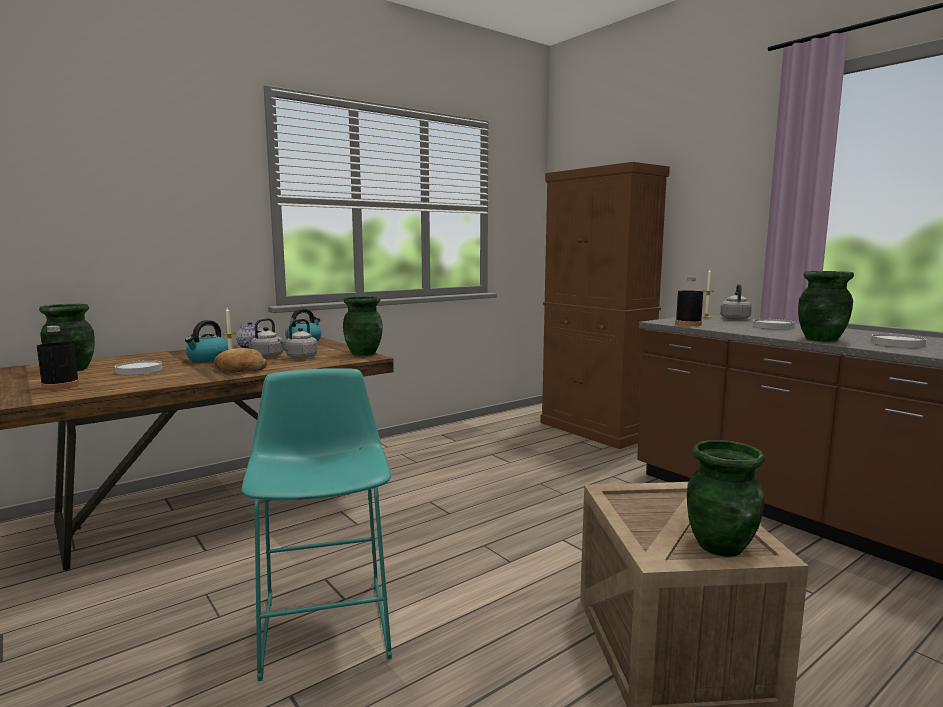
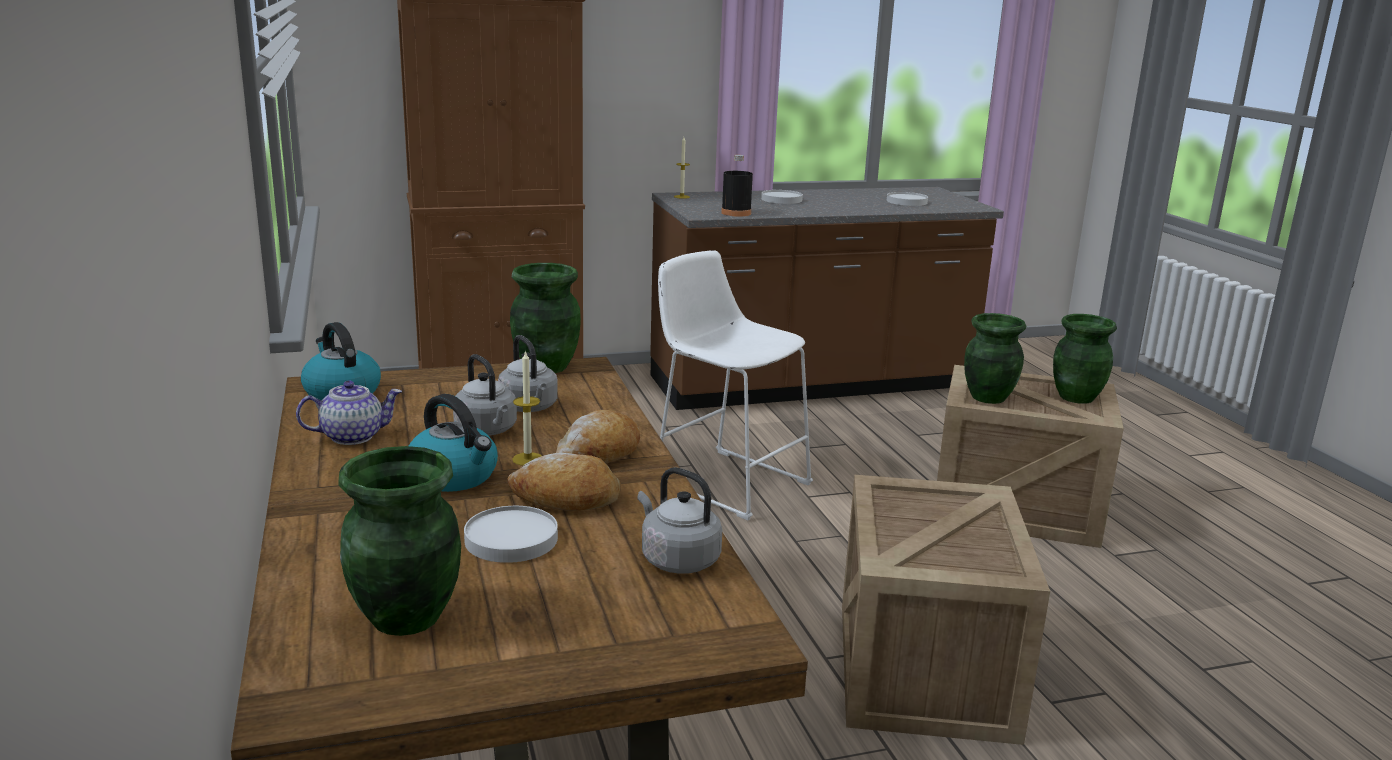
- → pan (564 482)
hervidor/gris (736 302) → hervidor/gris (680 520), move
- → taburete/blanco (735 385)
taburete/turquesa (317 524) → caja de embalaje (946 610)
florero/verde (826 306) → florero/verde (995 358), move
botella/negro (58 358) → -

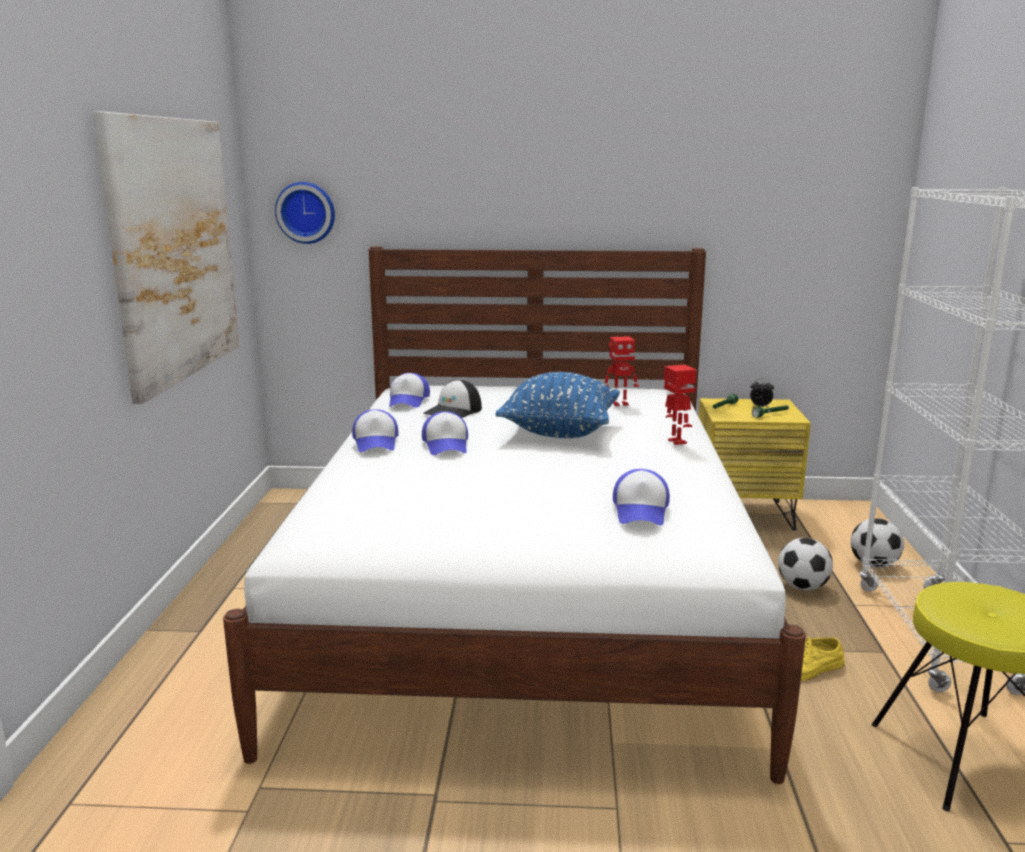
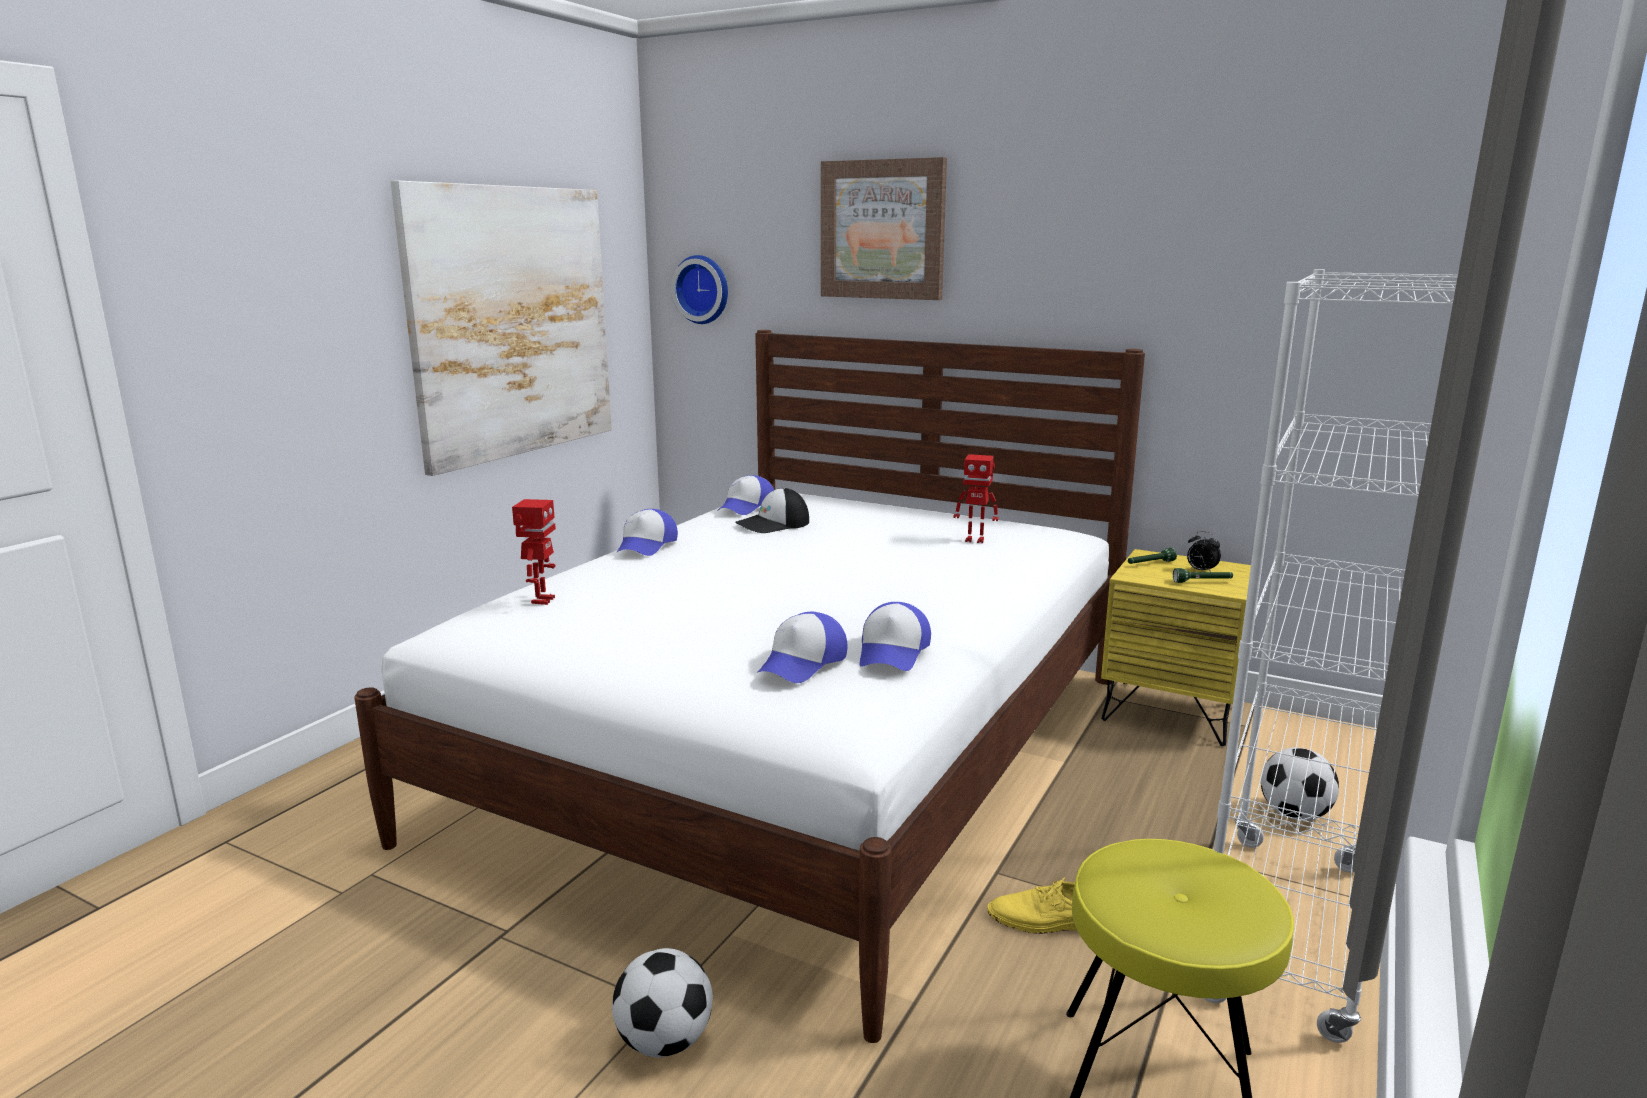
robot de juguete (680 405) → robot de juguete (534 552), move
balón de fútbol (805 564) → balón de fútbol (662 1002), move
- → cuadro (884 228)
gorra (445 433) → gorra (895 636), move
cojín/azul (557 405) → -

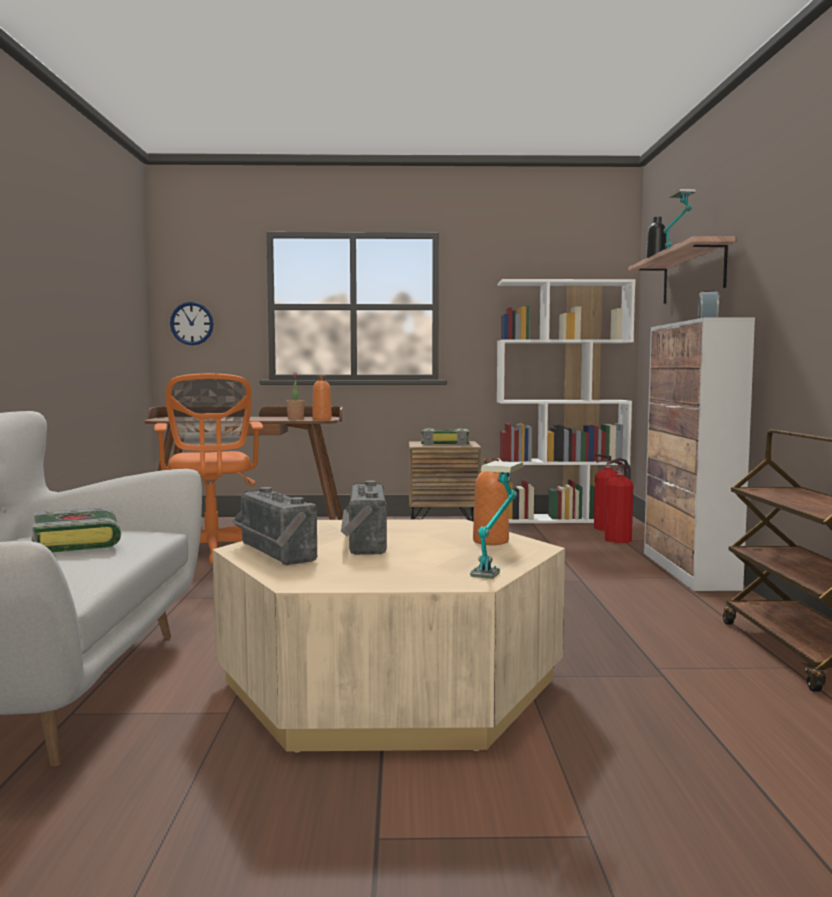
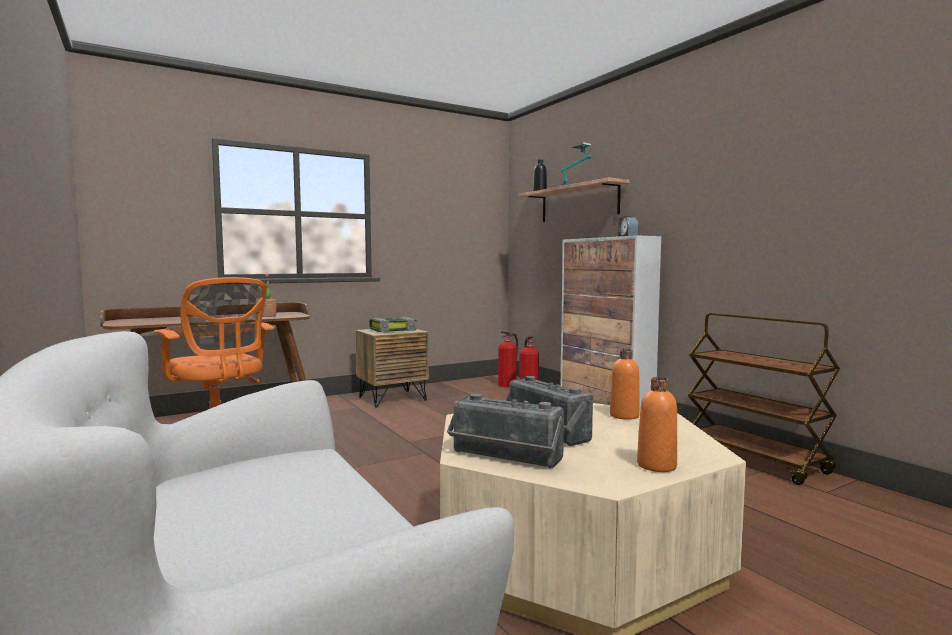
botella/naranja (322 397) → botella/naranja (657 424), move
libro (76 530) → -
reloj de pared (192 323) → -
lámpara de mesa (496 520) → -
estantería/blanco (566 401) → -

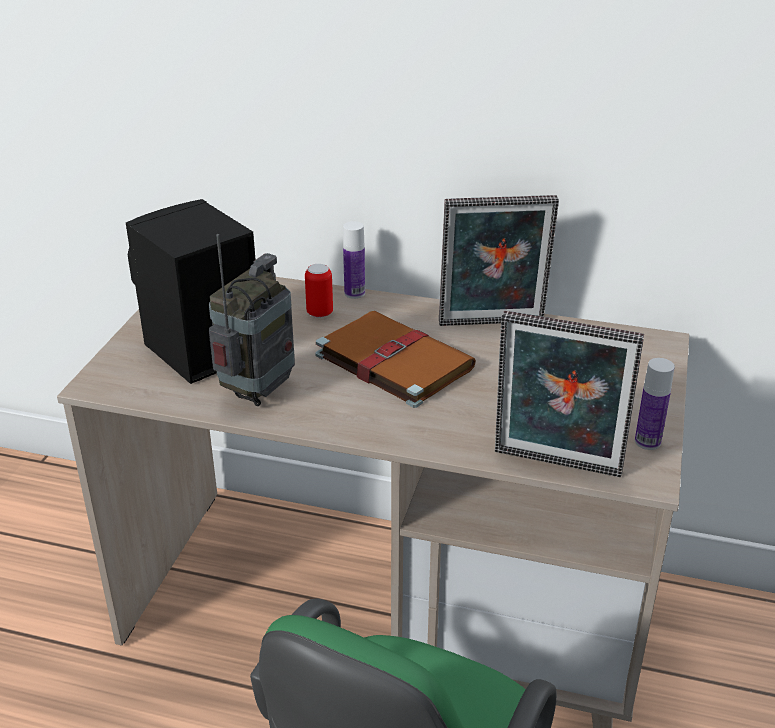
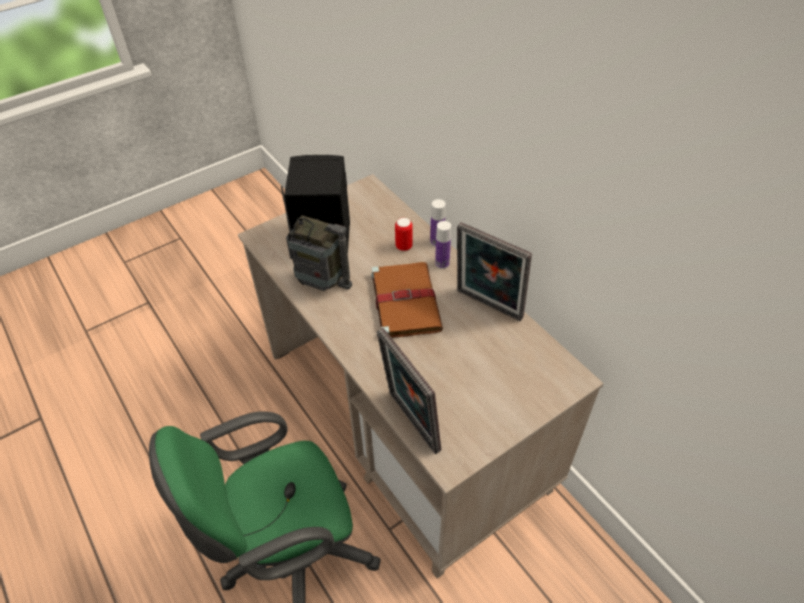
radio (252 320) → radio (316 238), 45 degrees clockwise
botella (655 404) → botella (443 245), move

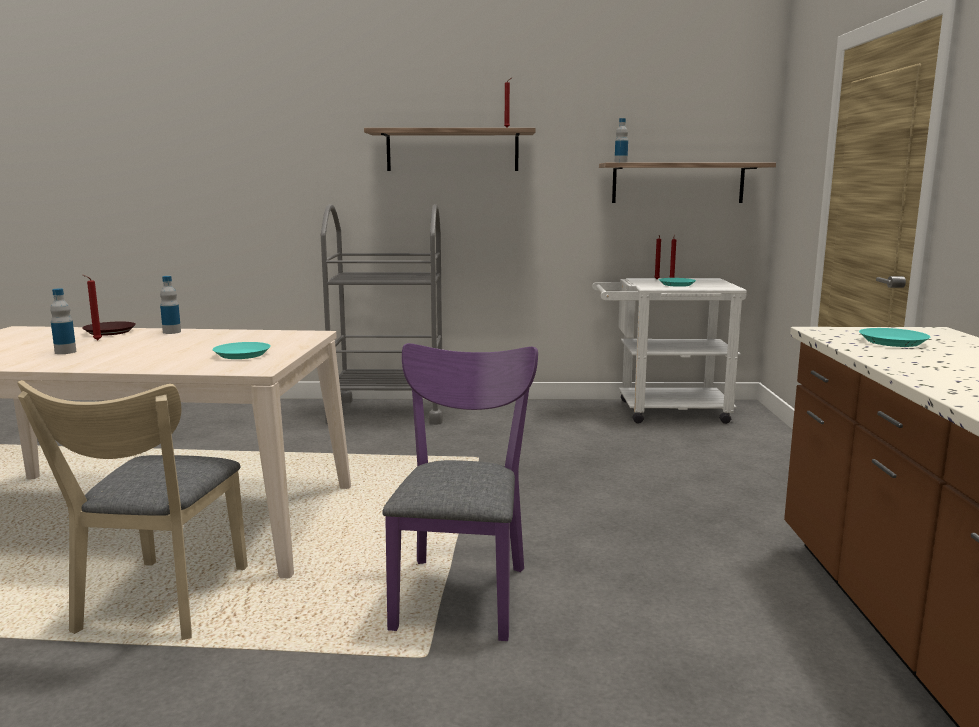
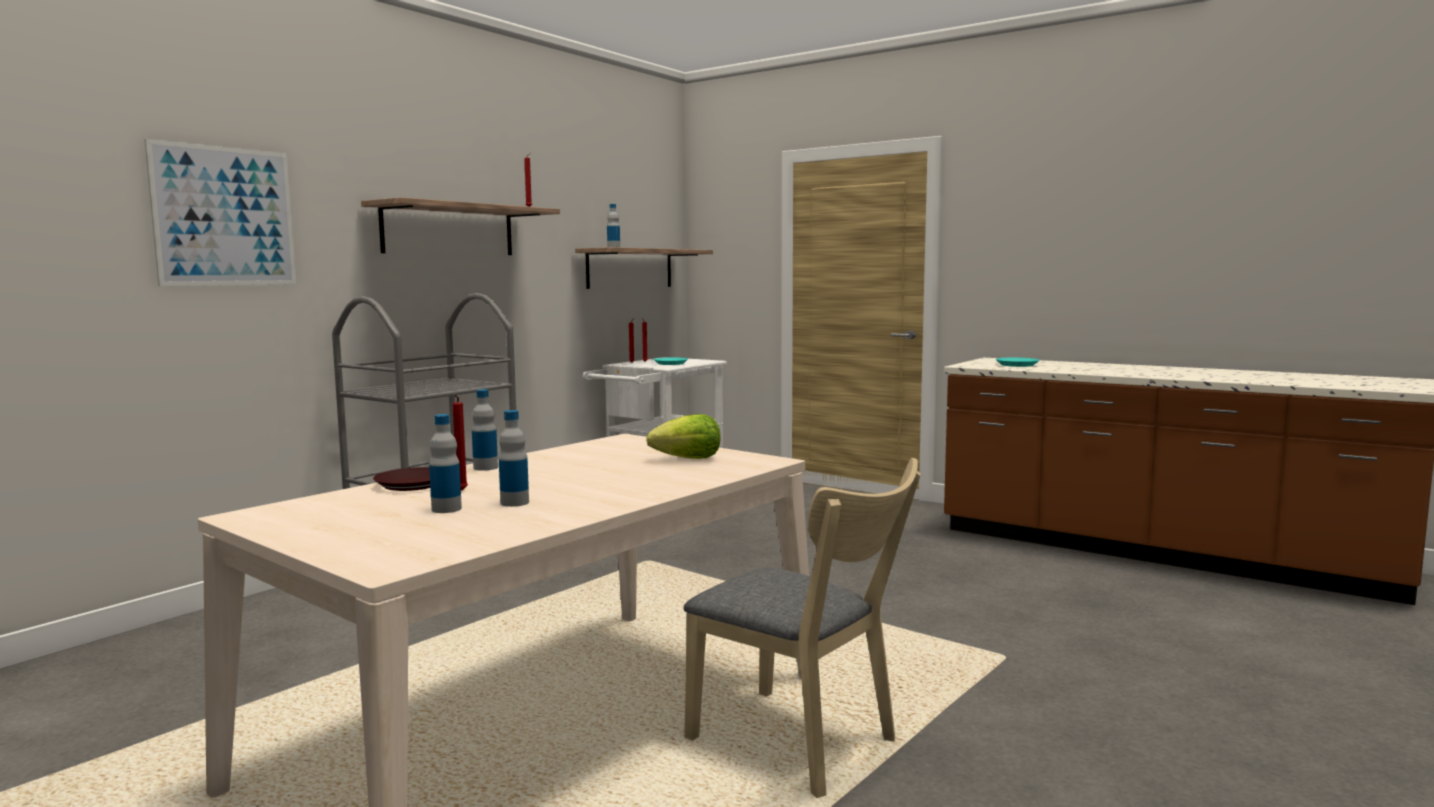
- → cuadro (220 212)
- → botella (445 463)
plato/turquesa (241 350) → lechuga (683 436)
silla/morado (460 492) → -

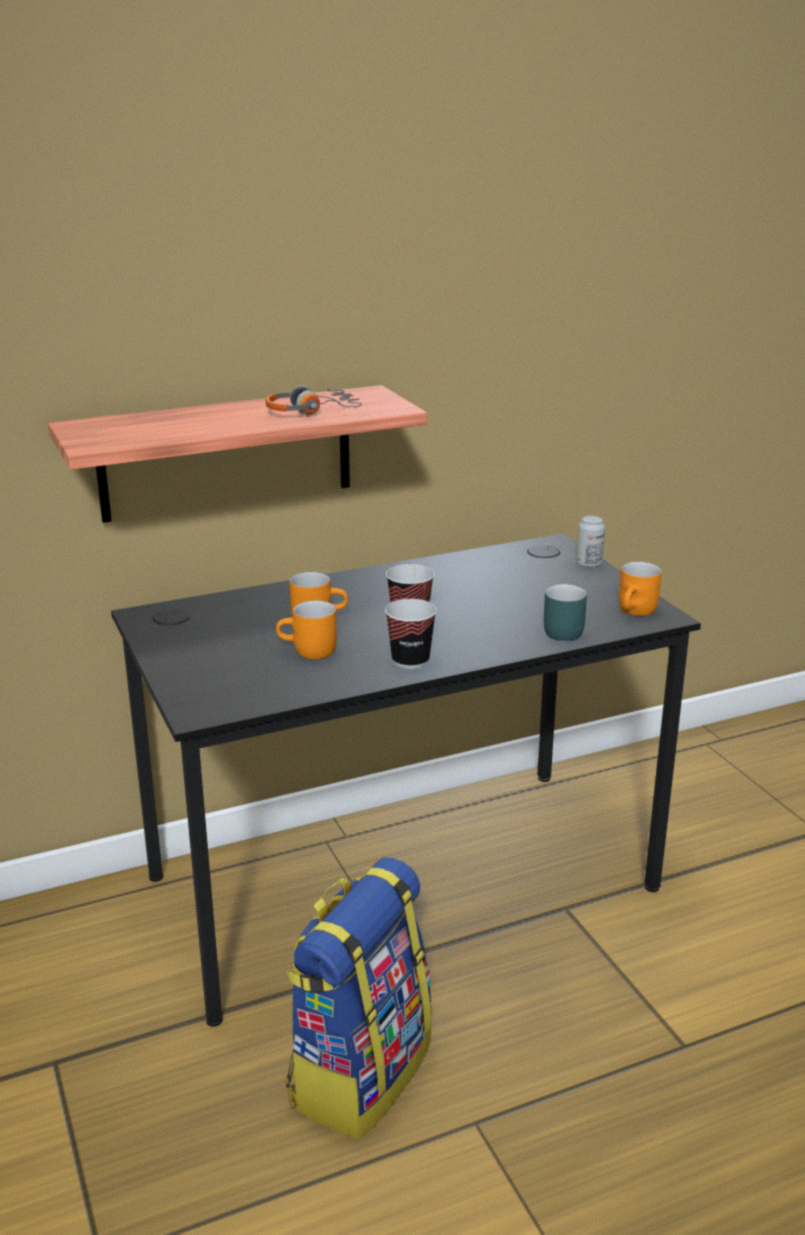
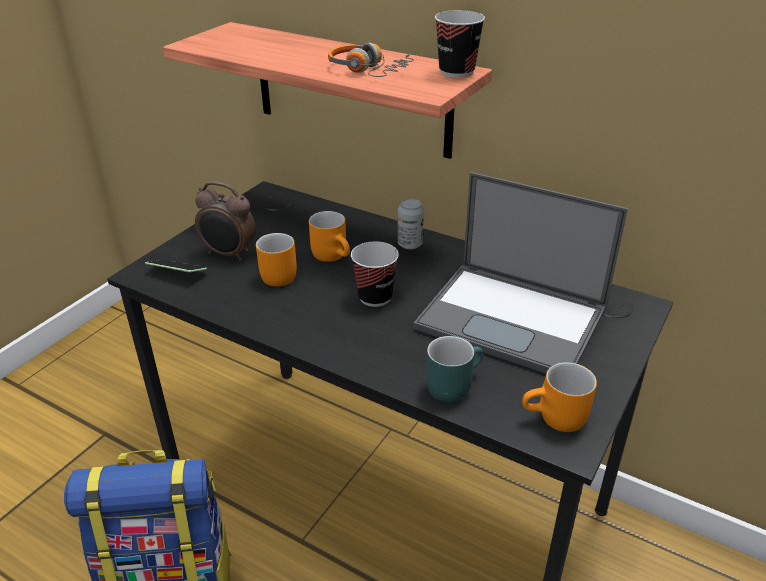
- → móvil (176 266)
- → despertador (225 221)
lata (590 542) → lata (411 223), move
- → portátil (520 272)
taza (411 634) → taza (460 44), move

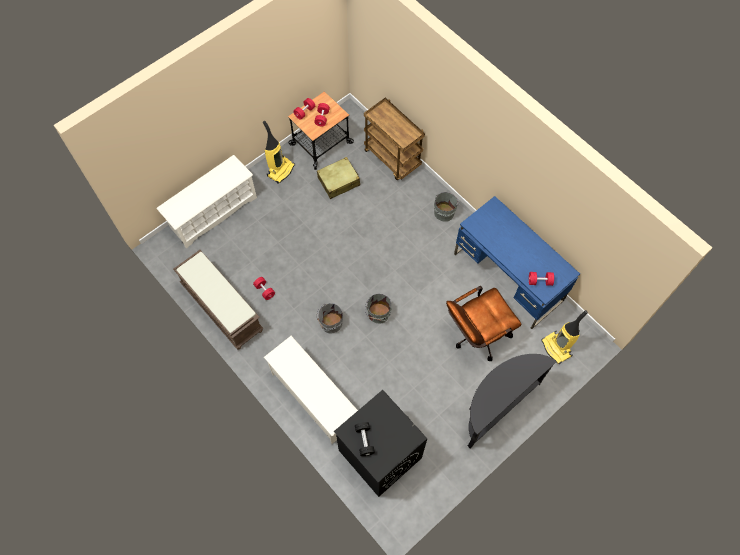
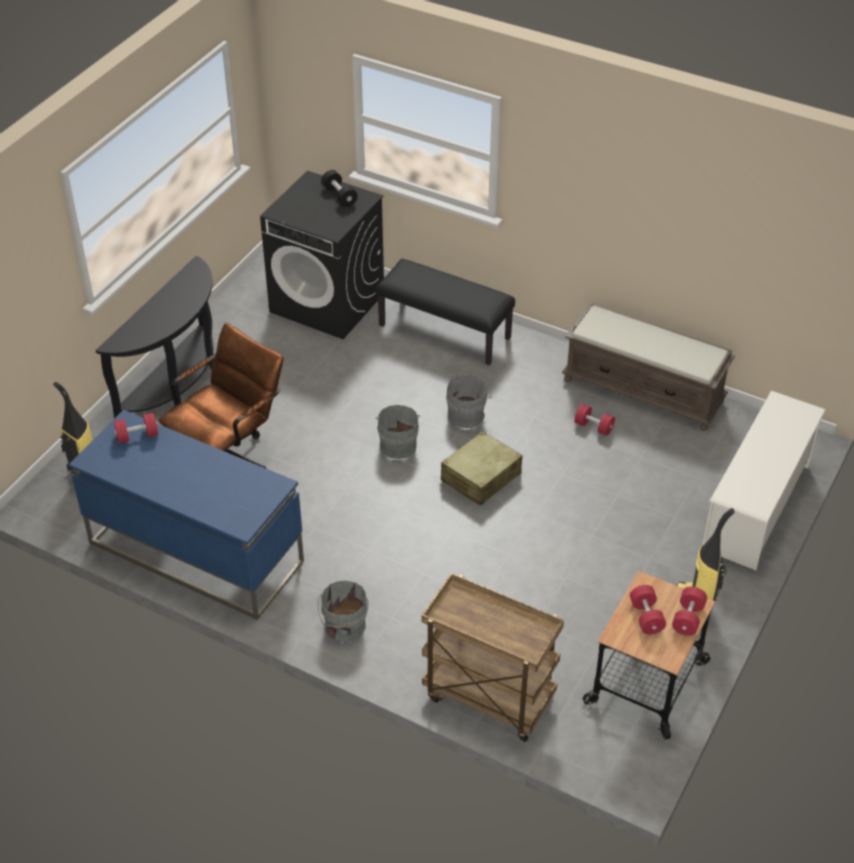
zapatero/blanco (311 390) → banco/negro (445 312)
maleta/beis (338 178) → maleta/beis (481 468), move

